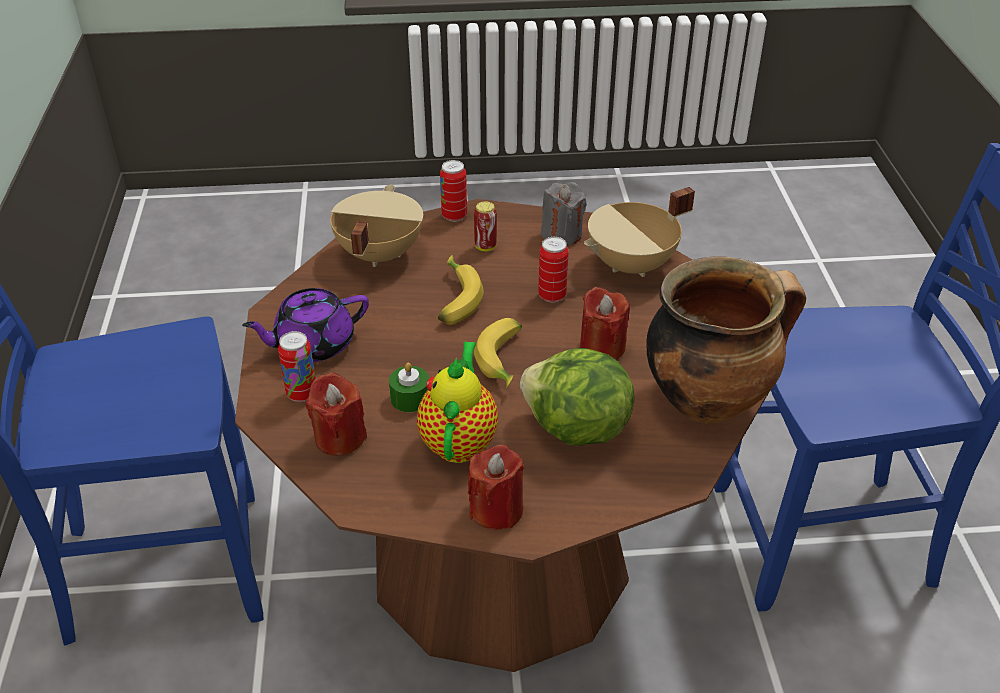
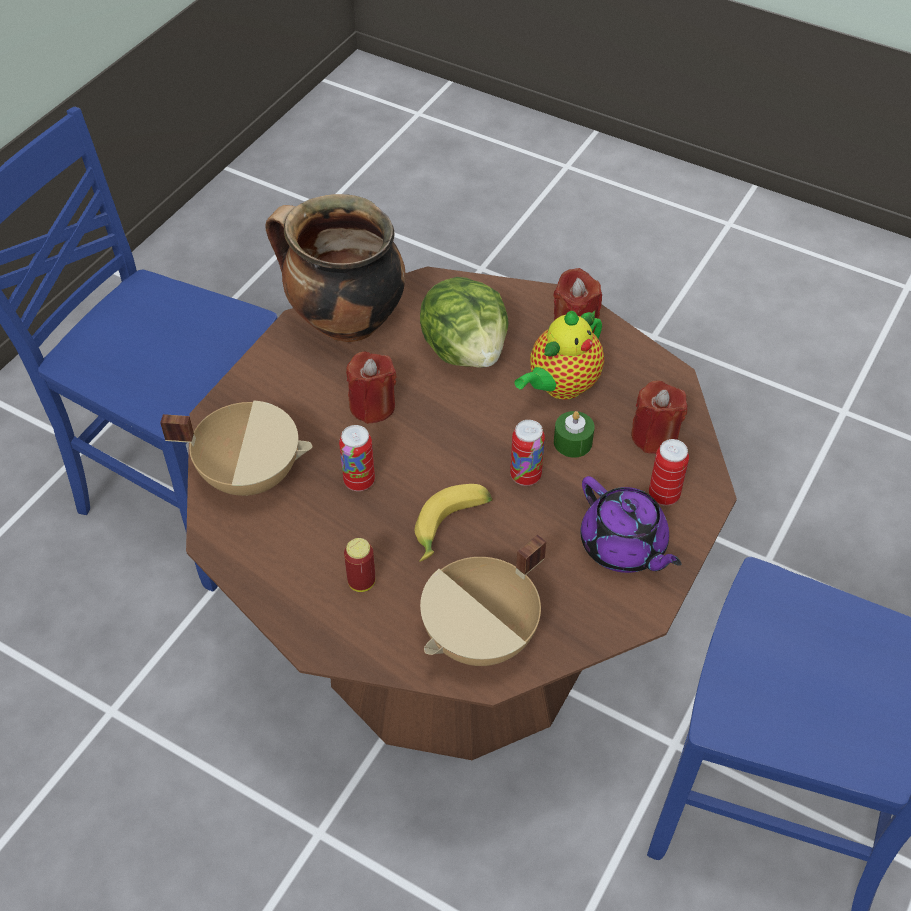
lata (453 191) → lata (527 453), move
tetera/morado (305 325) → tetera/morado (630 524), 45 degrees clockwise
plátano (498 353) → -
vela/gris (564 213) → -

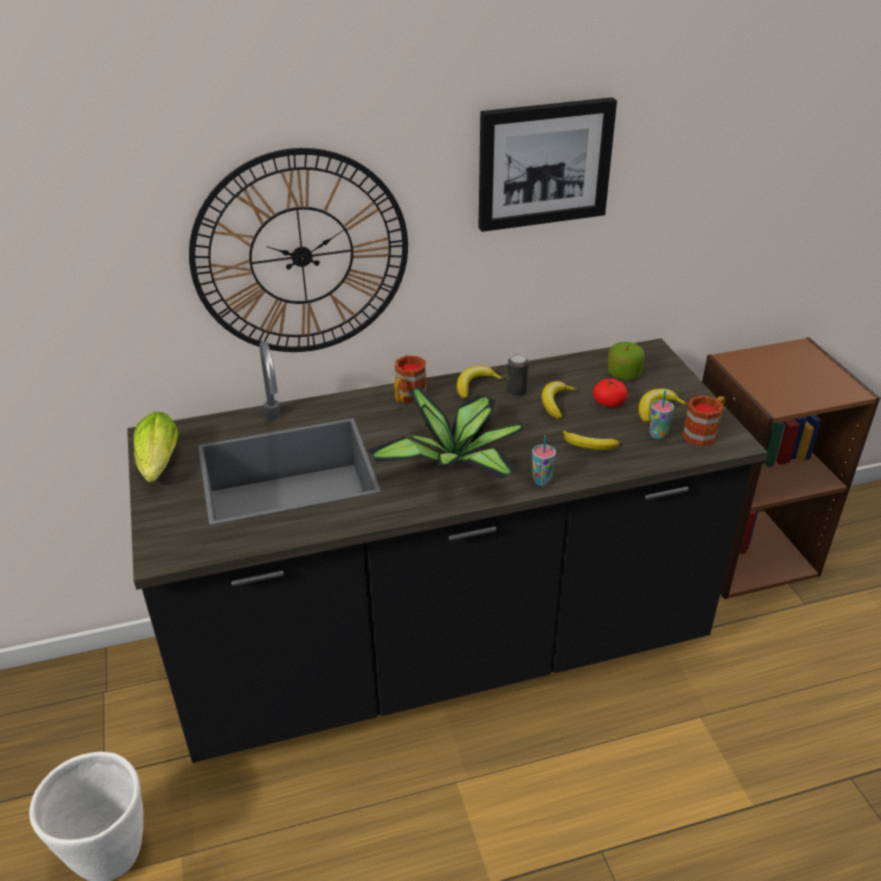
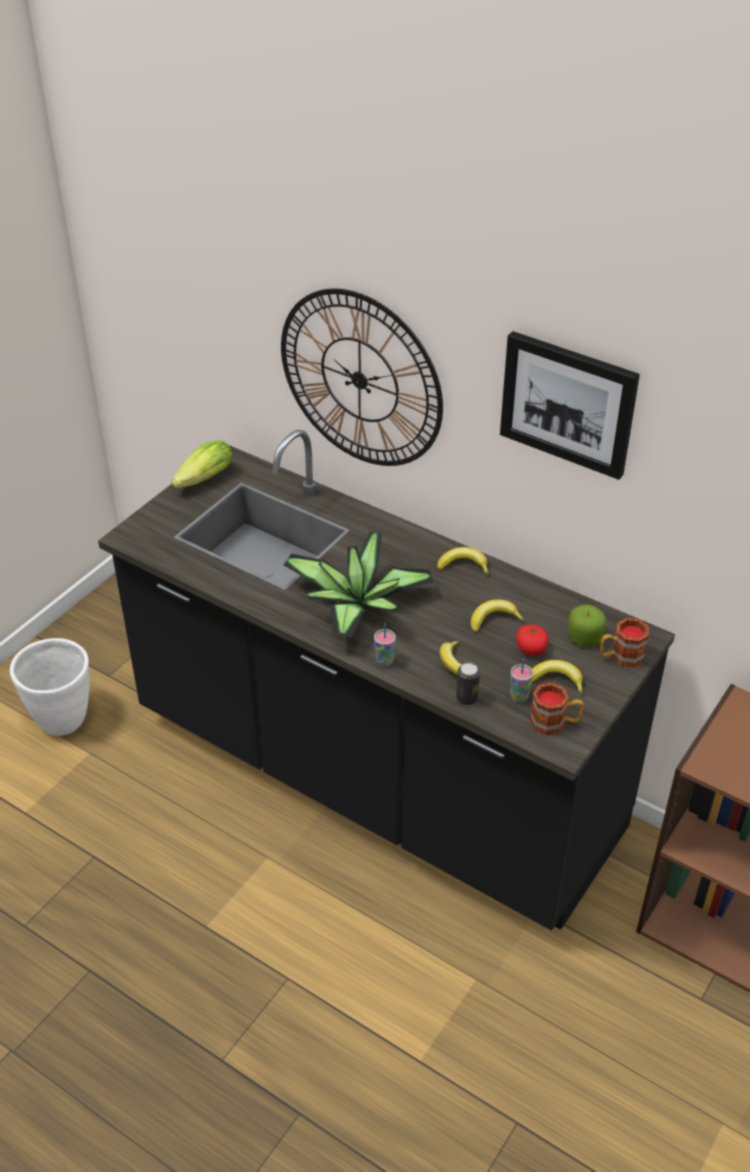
lata (518 375) → lata (468 684), move
taza grande (410 379) → taza grande (624 643), move

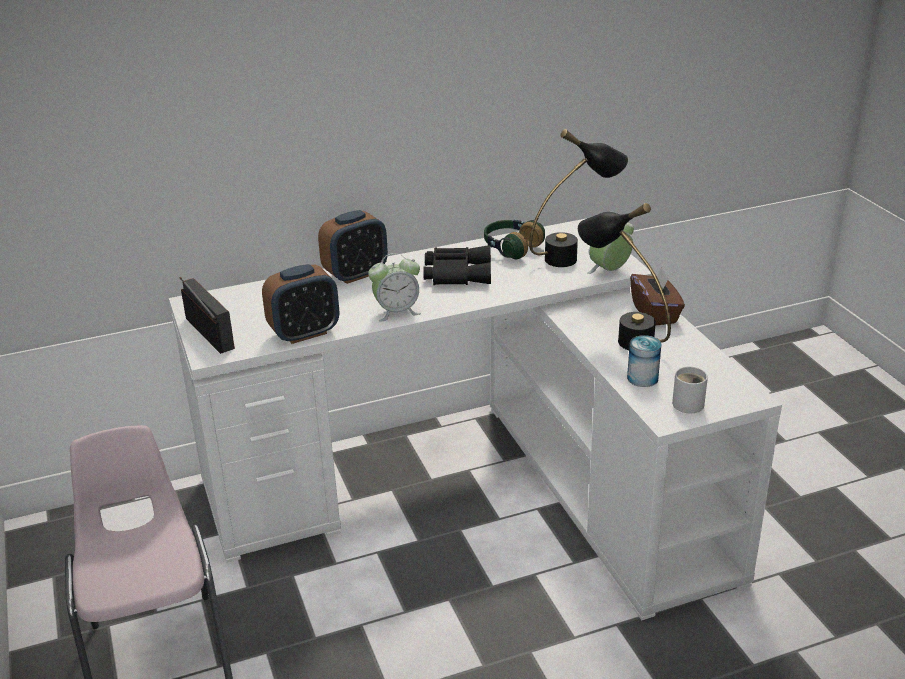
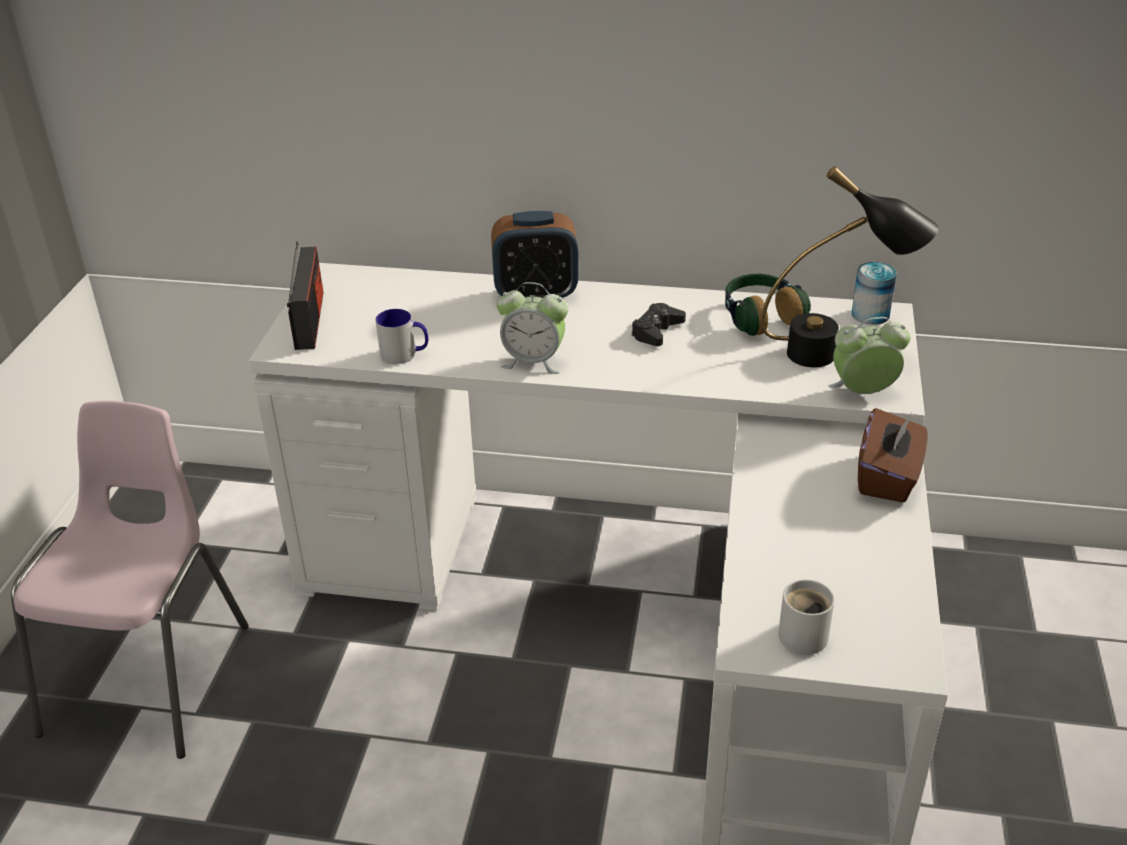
despertador (300 304) → taza grande (402 336)
prismáticos/negro (457 265) → mando de consola/negro (658 324)
lata (644 361) → lata (874 293), move
lámpara de mesa/negro (624 276) → -

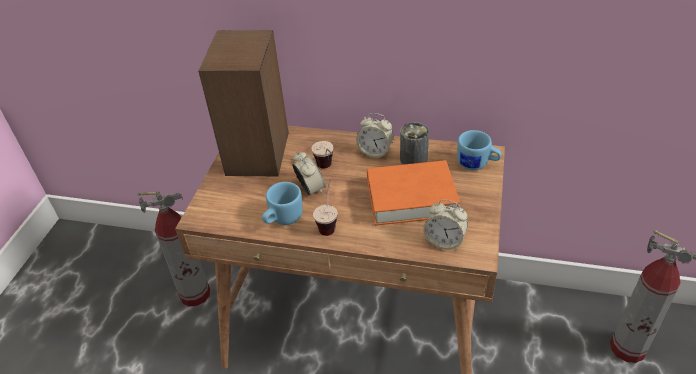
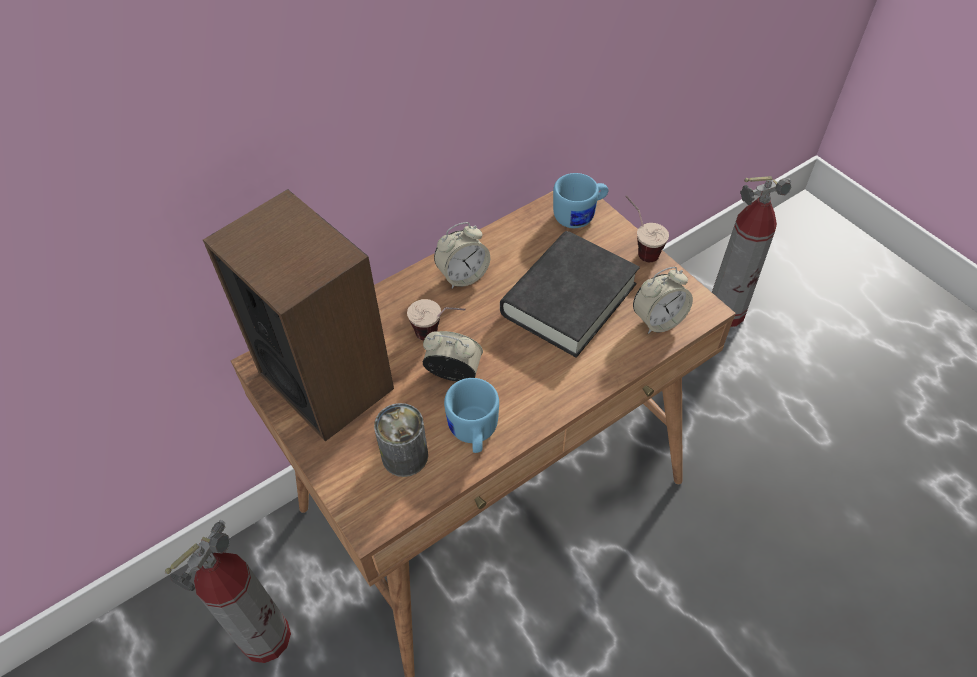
lata (414 143) → lata (401 440), move
libro/naranja (413 192) → libro/negro (570 294)
taza (325 207) → taza (647 228), move

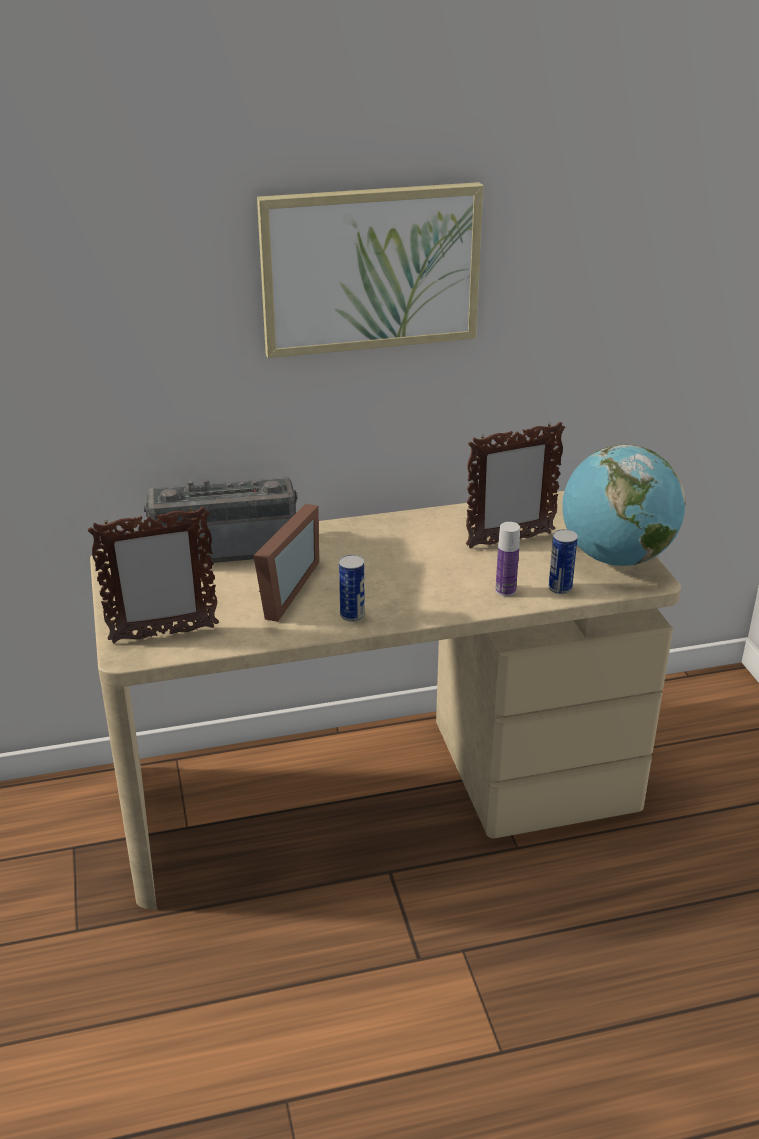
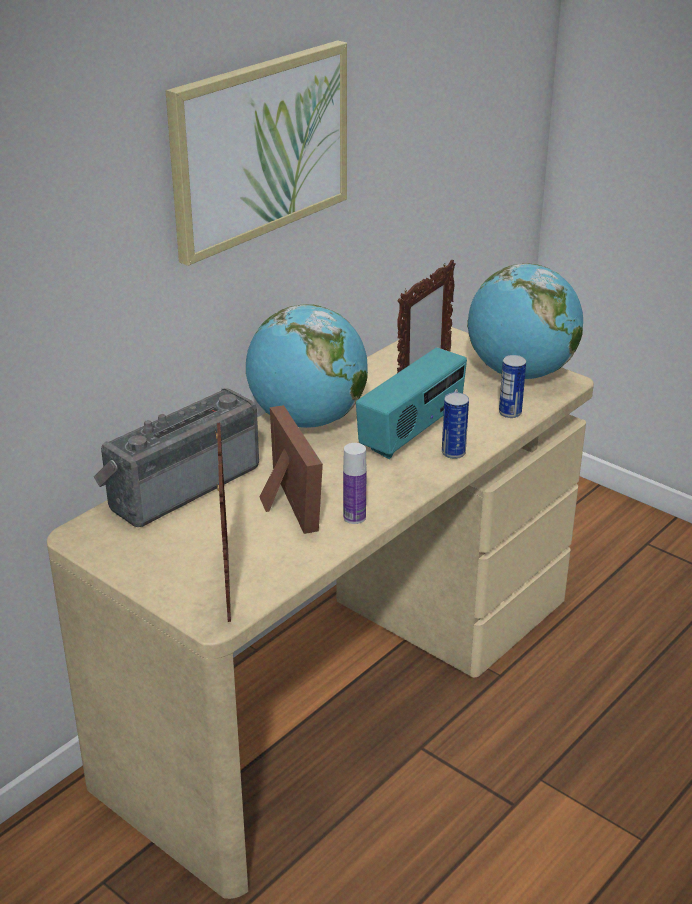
portarretratos (153 575) → portarretratos (223 522), 45 degrees counterclockwise
- → globo terráqueo (307 366)
botella (507 559) → botella (355 483), move
- → radio (411 403)
lata (352 588) → lata (455 425), move

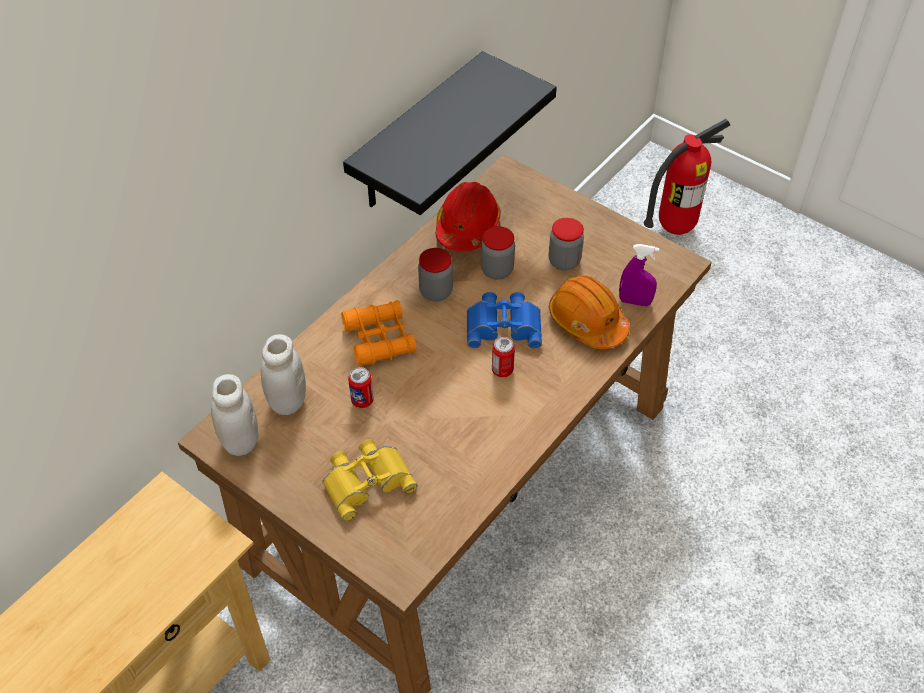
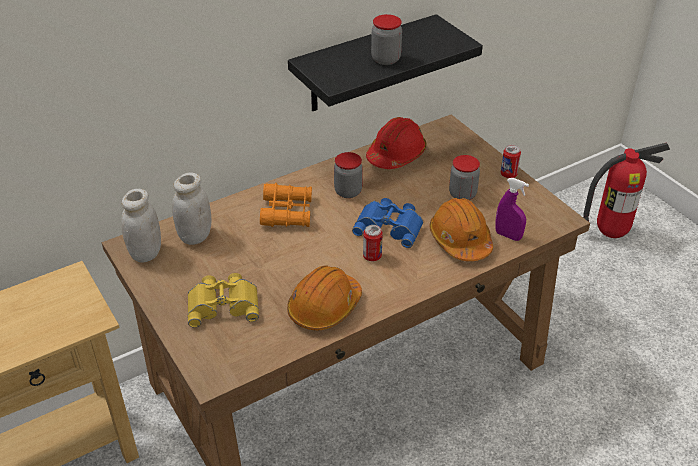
- → casco/naranja (324 298)
tarro (498 253) → tarro (386 39), move
lata (361 387) → lata (511 161), move

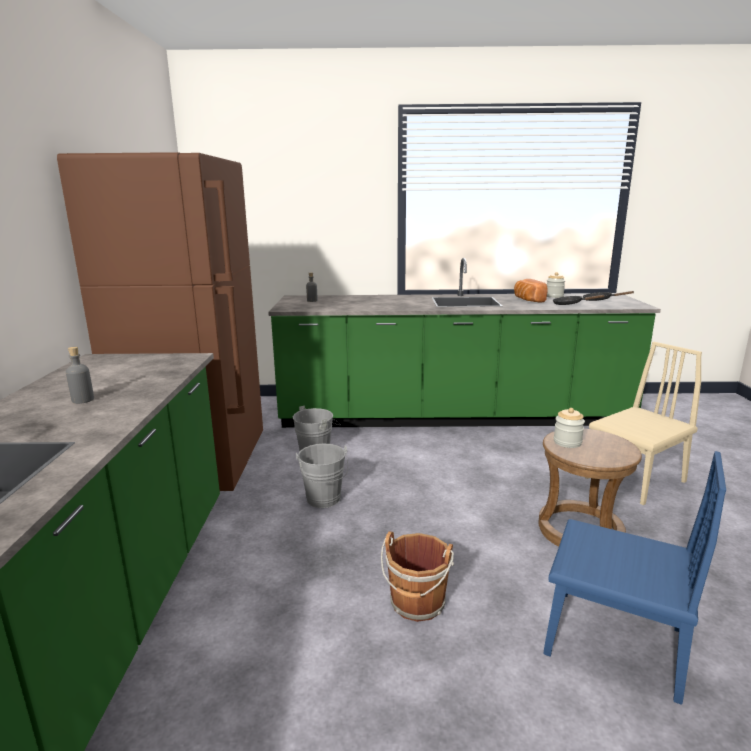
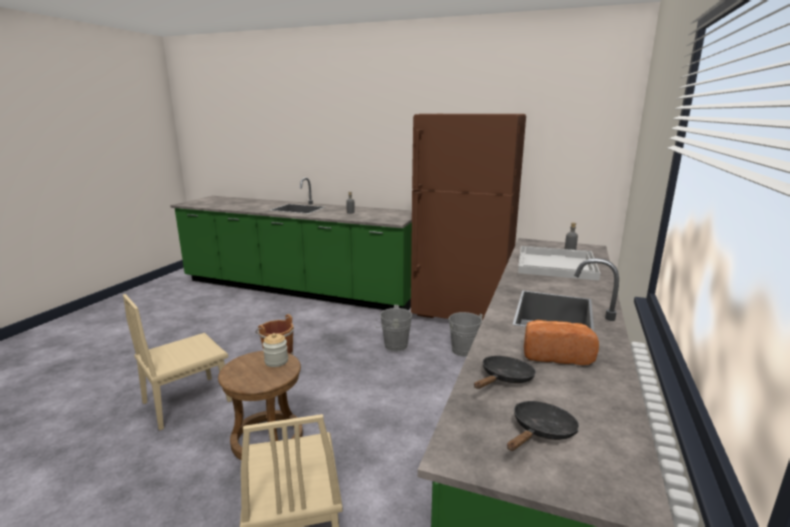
silla/azul (635 578) → silla/beis (177 362)
- → bandeja/blanco (559 263)
tarro (556 285) → -

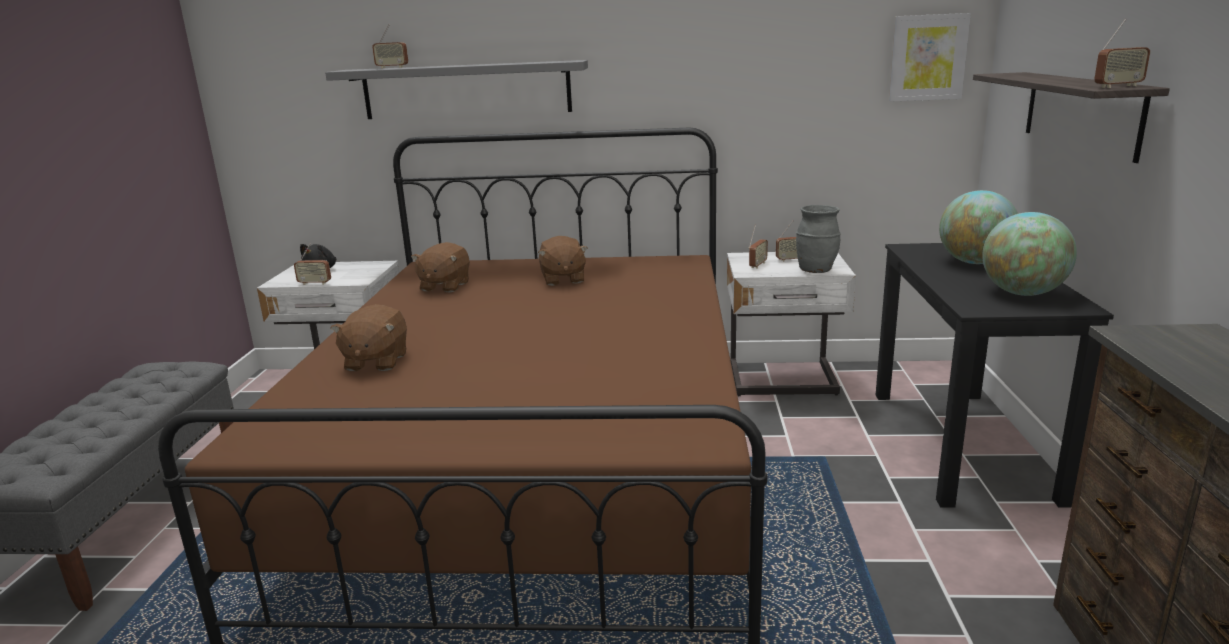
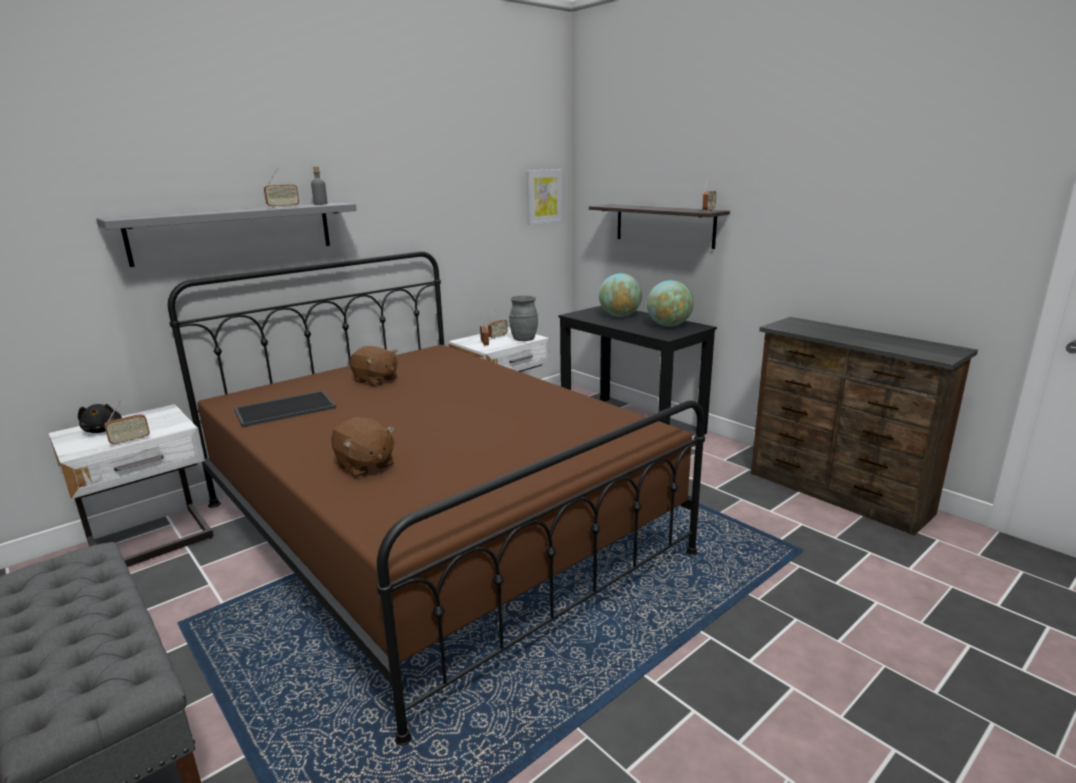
peluche/marrón (440 267) → bandeja (285 409)
radio (390 46) → radio (281 188), move
- → botella/gris (319 186)

